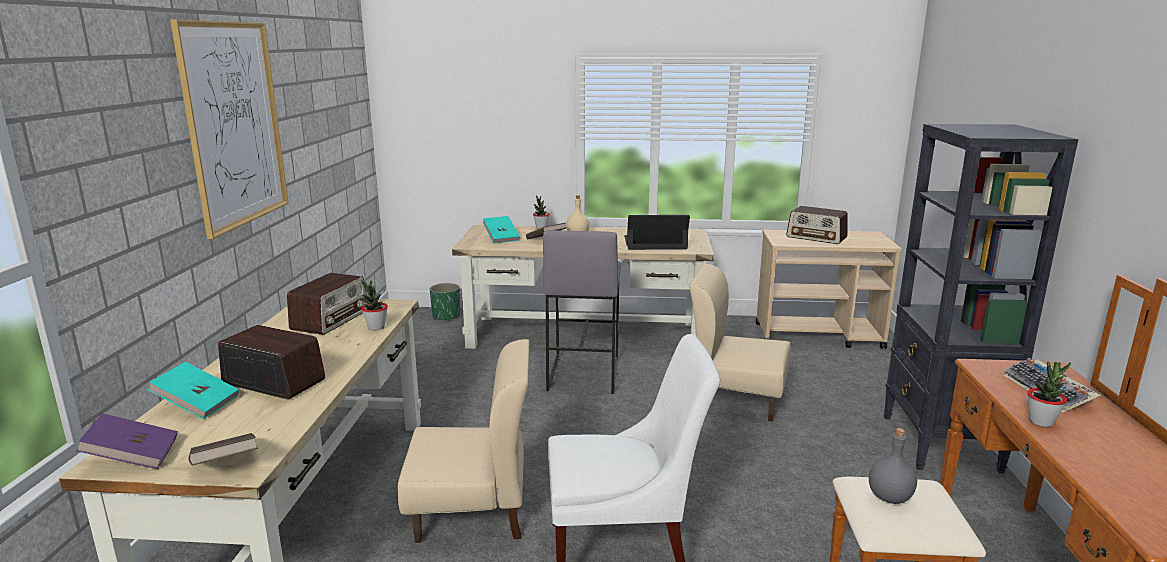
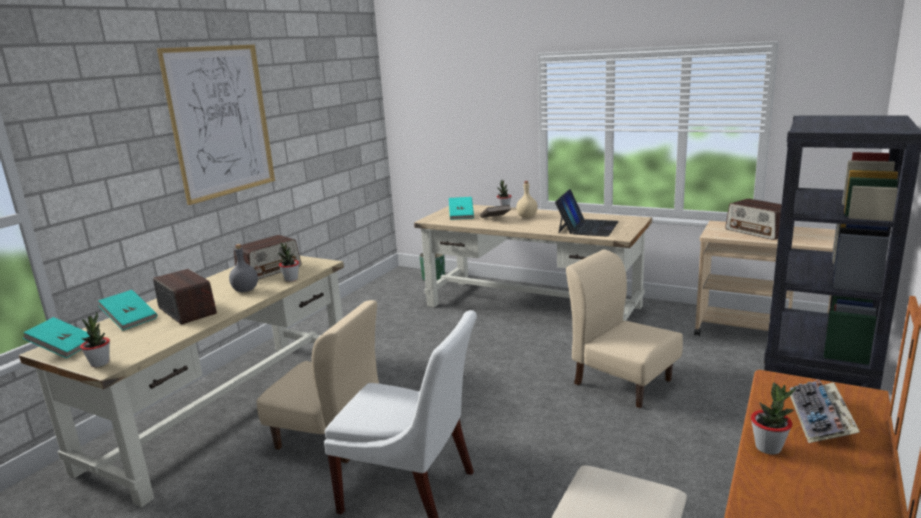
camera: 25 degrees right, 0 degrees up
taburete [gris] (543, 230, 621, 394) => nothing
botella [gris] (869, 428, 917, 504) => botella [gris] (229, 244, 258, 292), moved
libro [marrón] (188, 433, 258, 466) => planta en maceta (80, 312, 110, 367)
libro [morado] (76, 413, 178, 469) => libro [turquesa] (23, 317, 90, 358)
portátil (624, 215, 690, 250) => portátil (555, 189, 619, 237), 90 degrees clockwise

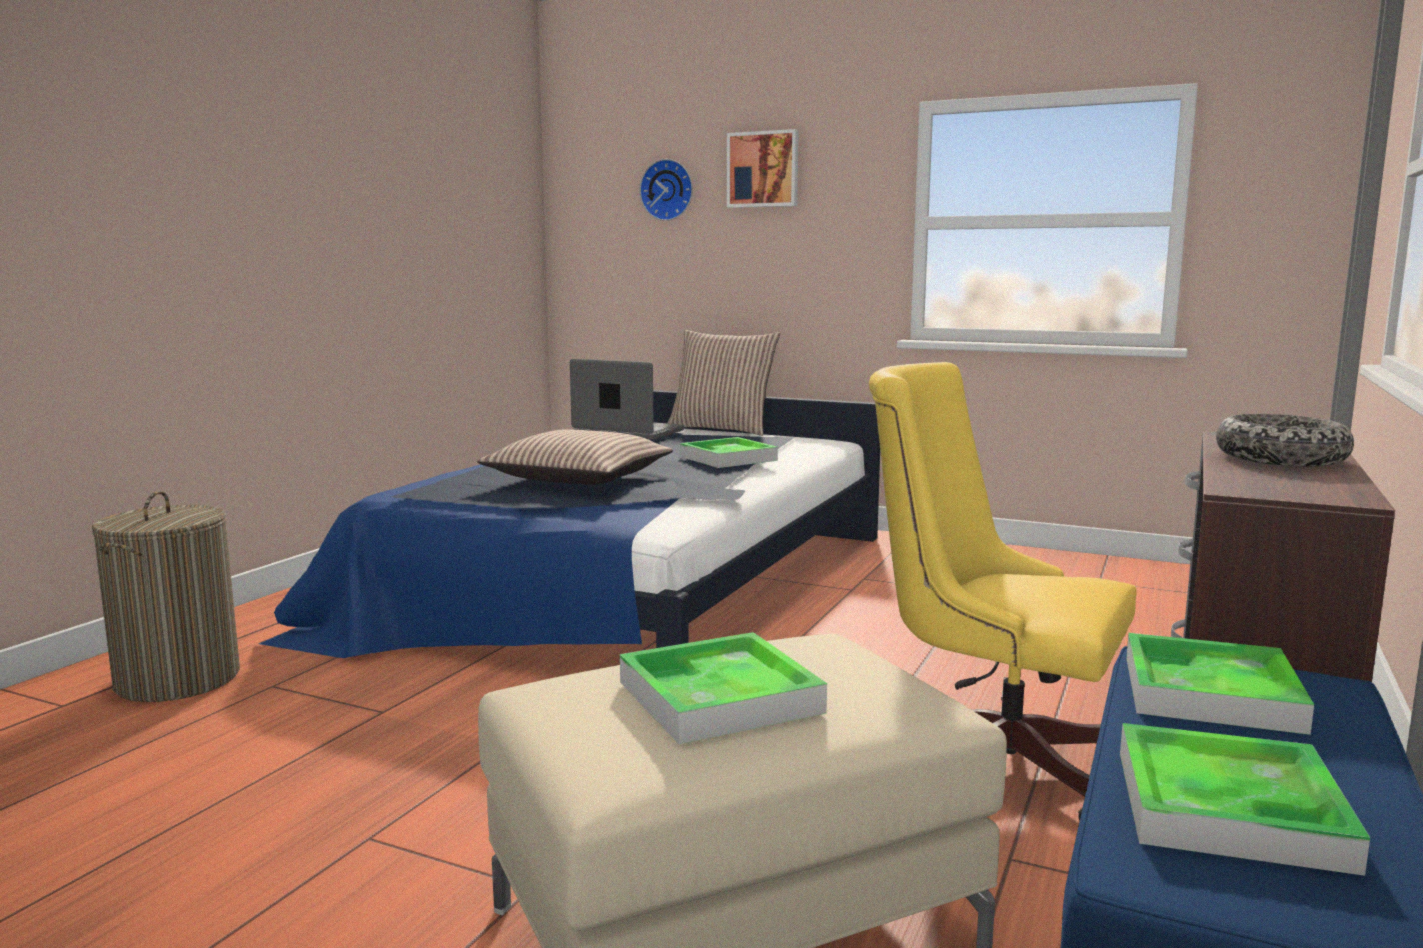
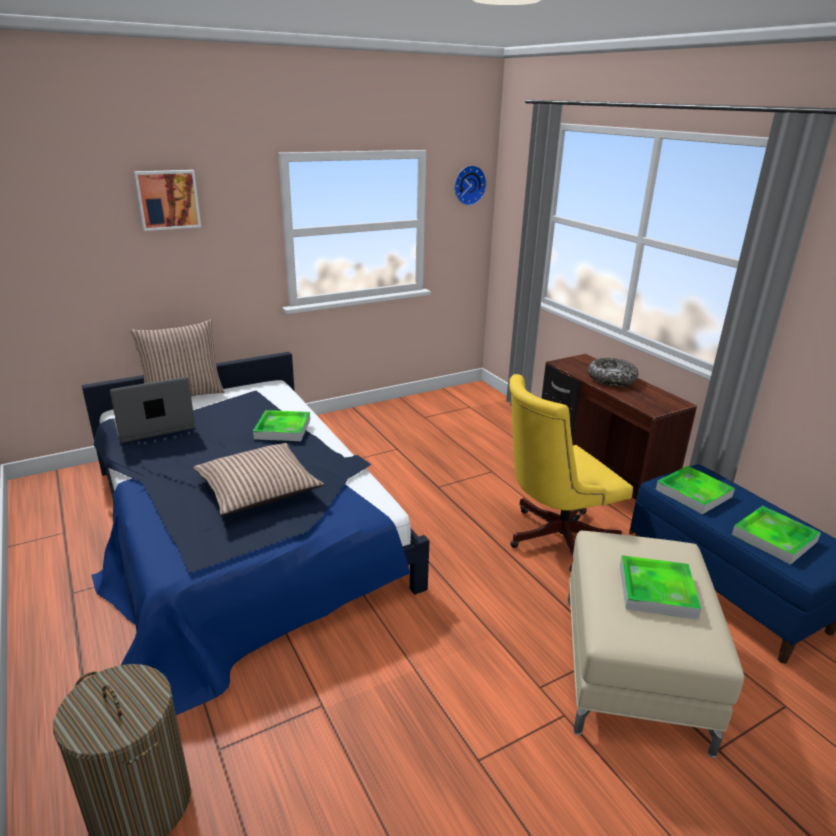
camera: 55 degrees left, 15 degrees up
reloj de pared (639, 159, 693, 221) => reloj de pared (454, 165, 487, 206), moved

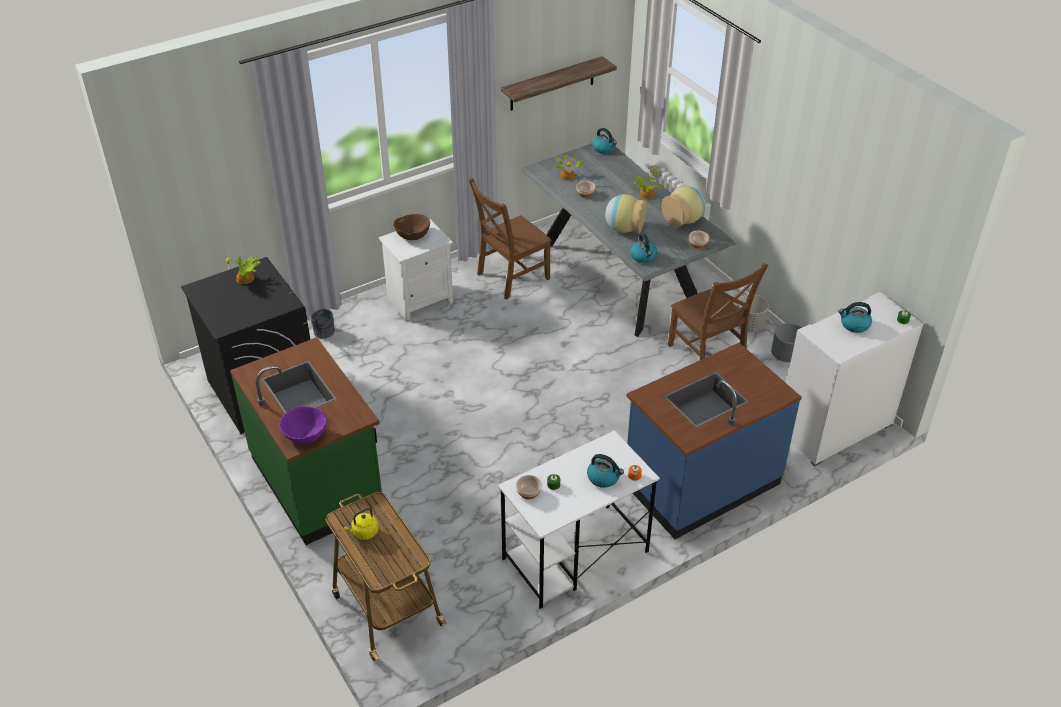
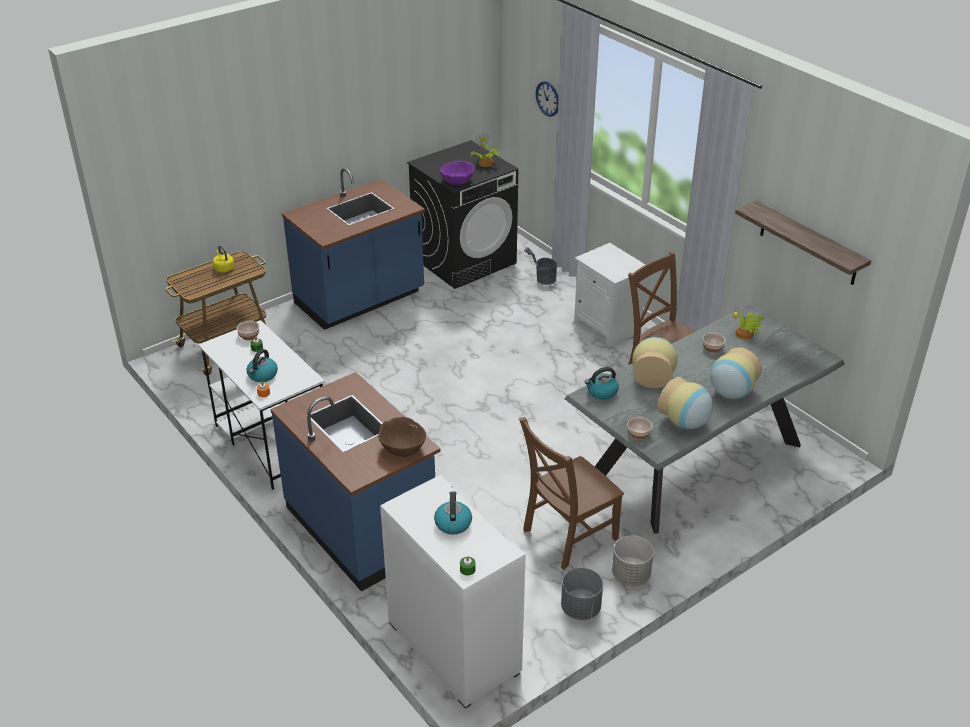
camera: 85 degrees right, 5 degrees down
hervidor (592, 128, 616, 154) => nothing
nothing => reloj de pared (536, 81, 558, 117)
cuenco [morado] (279, 406, 327, 445) => cuenco [morado] (440, 161, 474, 185), moved
cuenco [marrón] (393, 214, 430, 240) => cuenco [marrón] (378, 417, 426, 457), moved
planta en maceta (633, 164, 663, 199) => florero (710, 347, 762, 399)
mueble bajo de cocina [verde] (230, 337, 382, 545) => mueble bajo de cocina [azul] (282, 168, 425, 330)

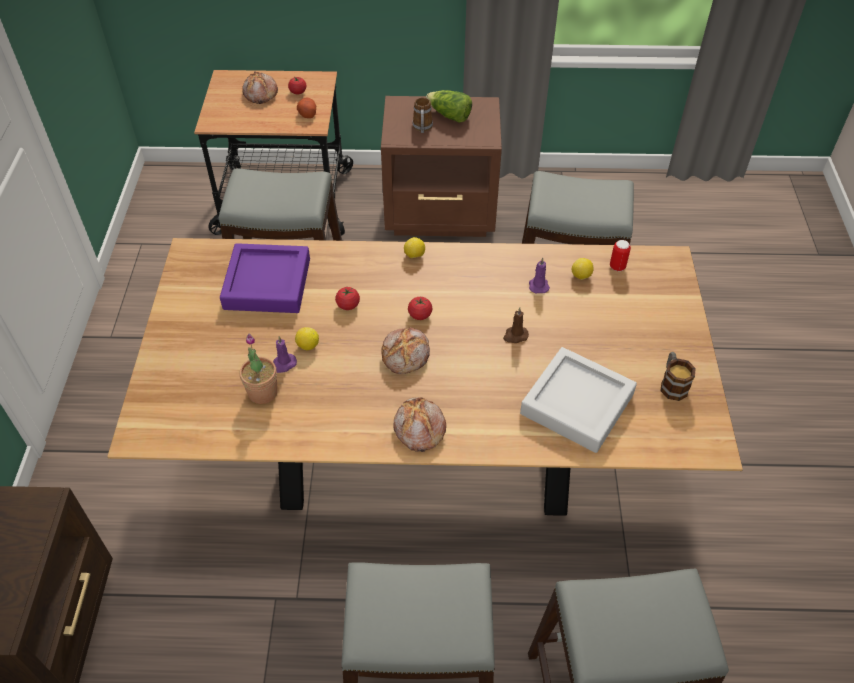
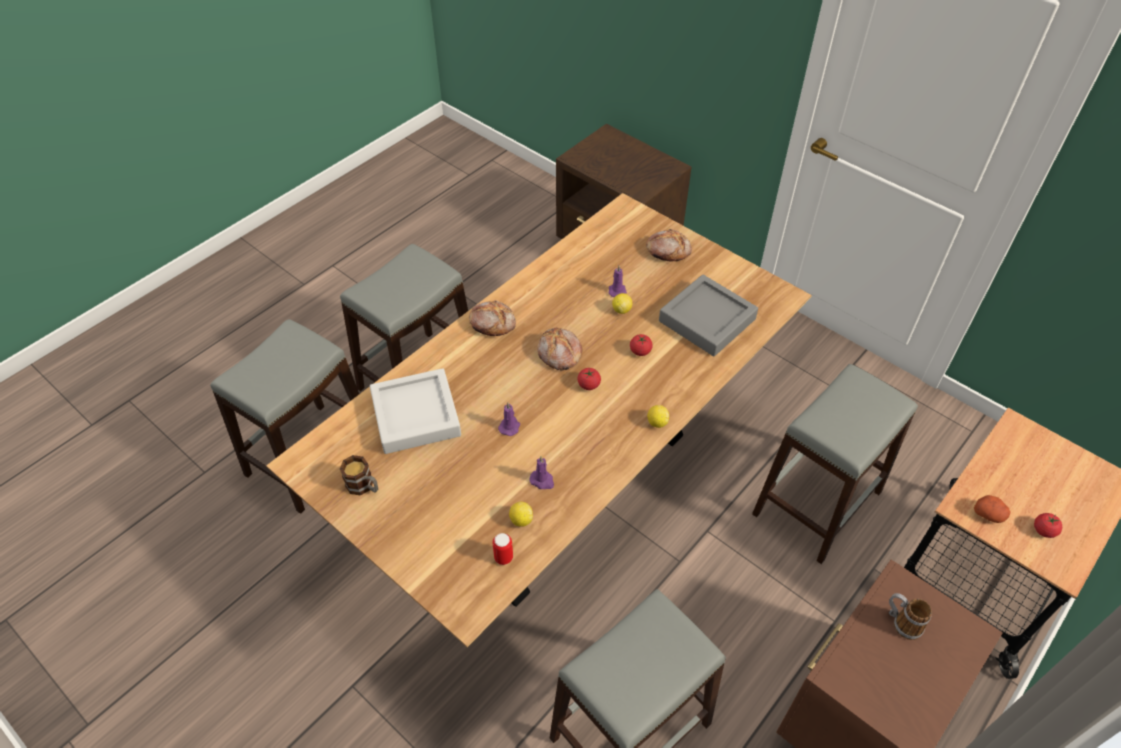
camera: 130 degrees right, 0 degrees up
planta en maceta (240, 334, 278, 404) => nothing
lechuga (426, 90, 472, 123) => nothing
pan (242, 71, 278, 104) => pan (646, 229, 692, 262), moved
bandeja [morado] (220, 243, 310, 313) => bandeja [gris] (659, 275, 758, 356)
vela [marrón] (503, 307, 529, 343) => vela [morado] (498, 403, 520, 436)

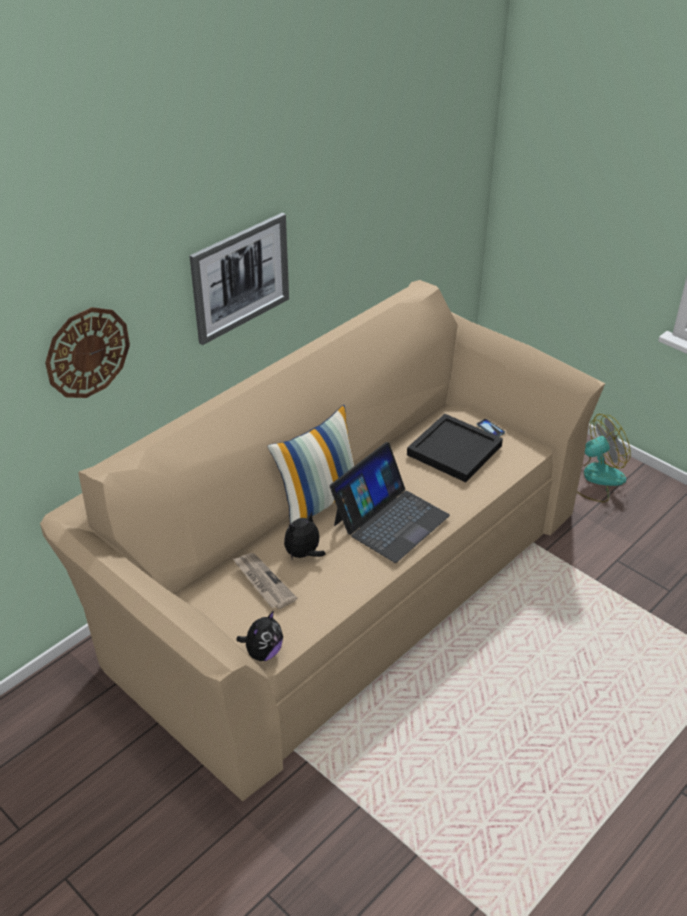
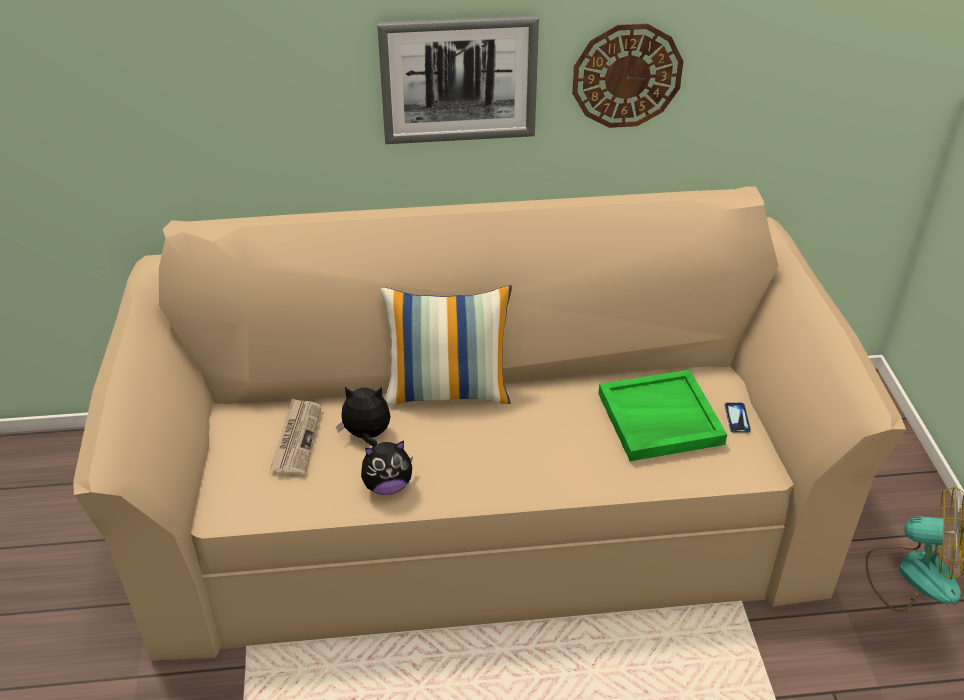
camera: 40 degrees right, 0 degrees up
portátil (330, 442, 450, 563) => nothing
reloj de pared (45, 307, 130, 398) => reloj de pared (572, 23, 684, 128), moved
peluche (236, 610, 283, 661) => peluche (361, 440, 413, 495), moved
bandeja [negro] (407, 414, 503, 482) => bandeja [verde] (598, 370, 727, 461)

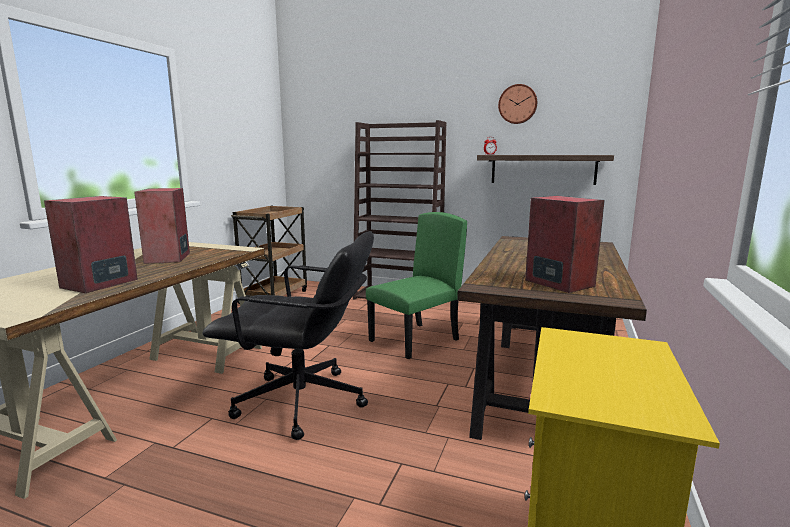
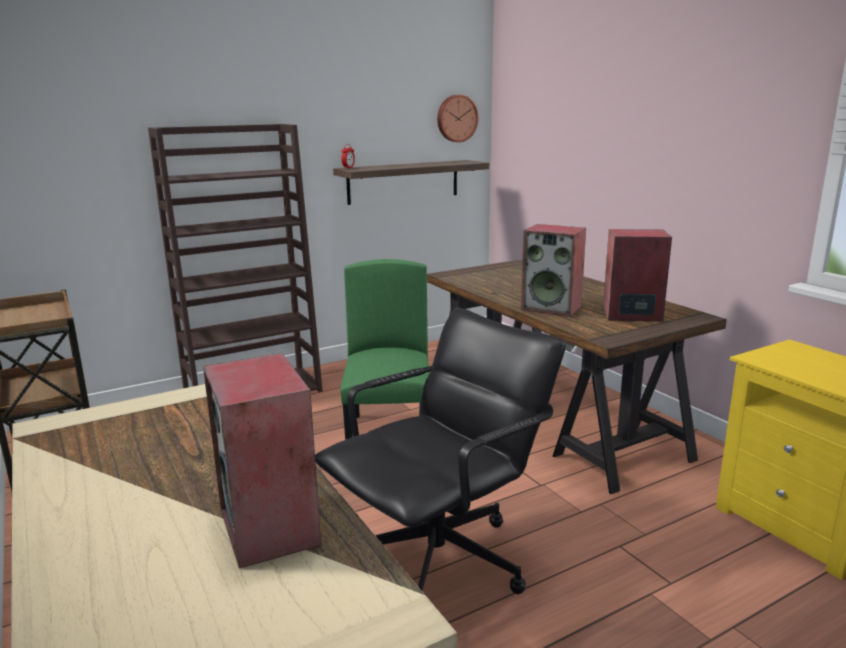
camera: 50 degrees left, 5 degrees up
altavoz (134, 188, 190, 264) => altavoz (521, 224, 586, 317), moved
reloj de pared (498, 84, 537, 124) => reloj de pared (437, 95, 478, 142), moved

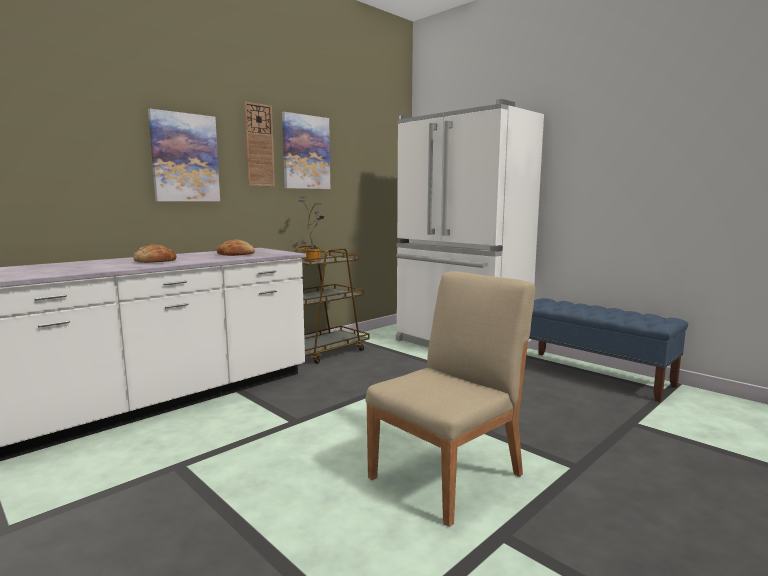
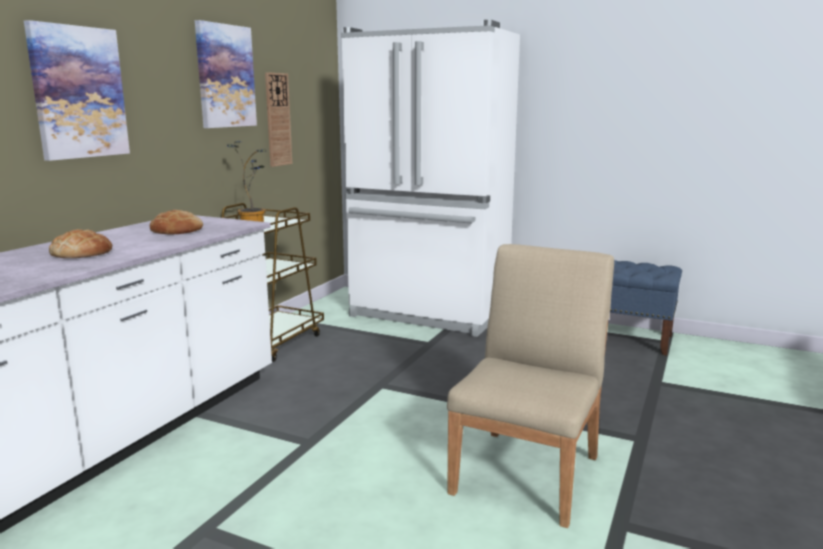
camera: 20 degrees left, 5 degrees up
reloj de pared (244, 102, 275, 186) => reloj de pared (265, 72, 292, 167), moved

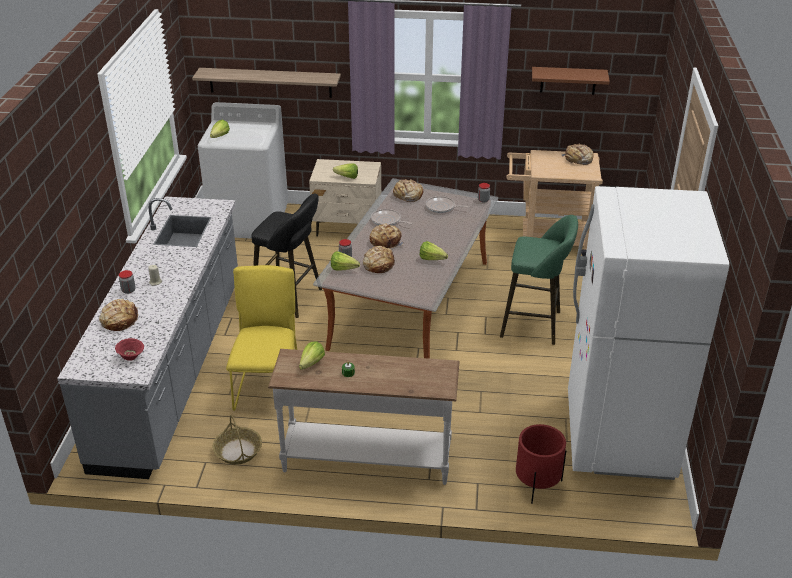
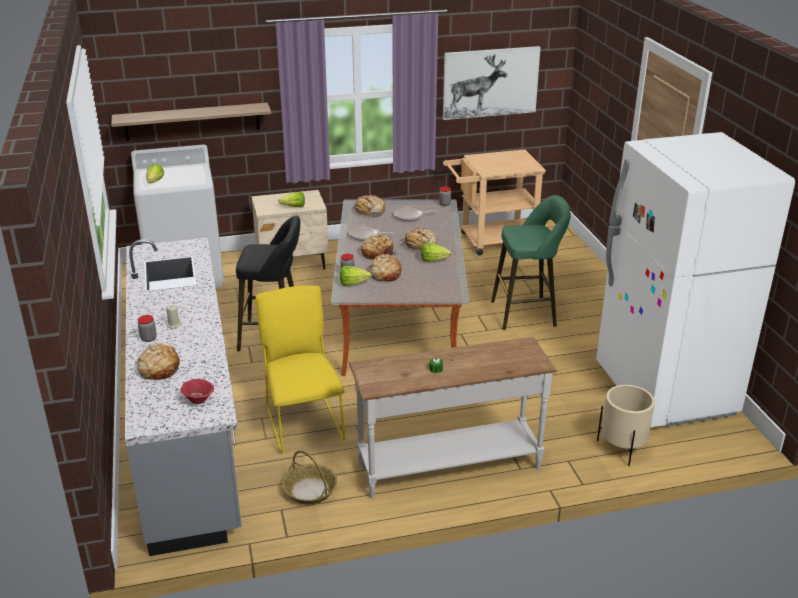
camera: 20 degrees left, 5 degrees down
lechuga (299, 341, 325, 370) => nothing
pan (561, 144, 594, 165) => pan (400, 227, 437, 251), moved
estante [marrón] (532, 67, 610, 95) => cuadro (443, 46, 541, 120)
maceta [rojo] (516, 424, 566, 504) => maceta [beis] (597, 385, 655, 466)

